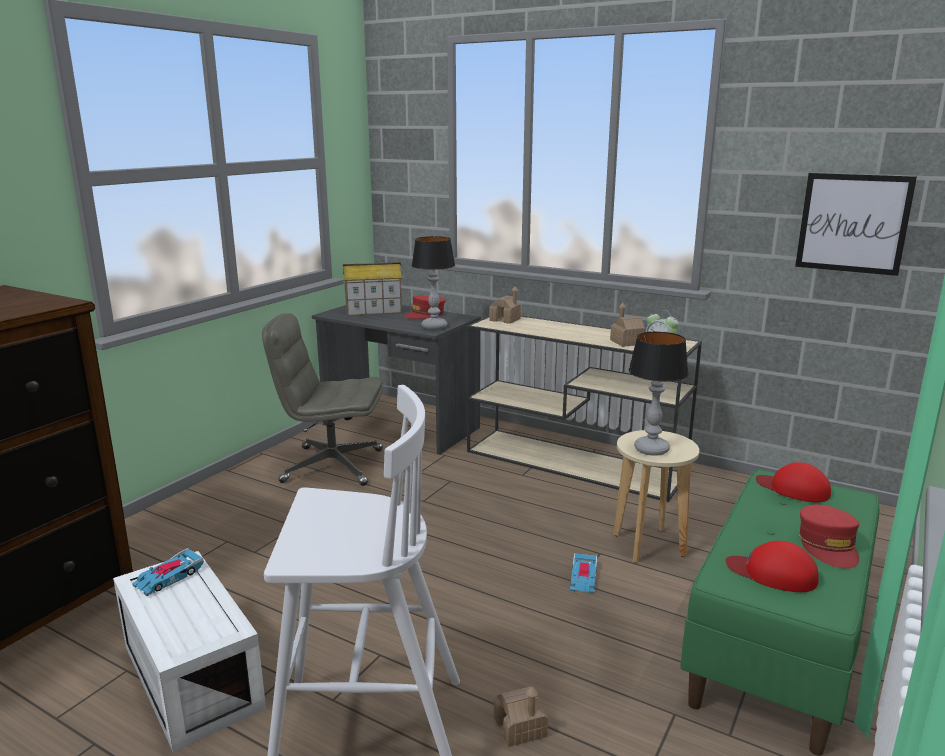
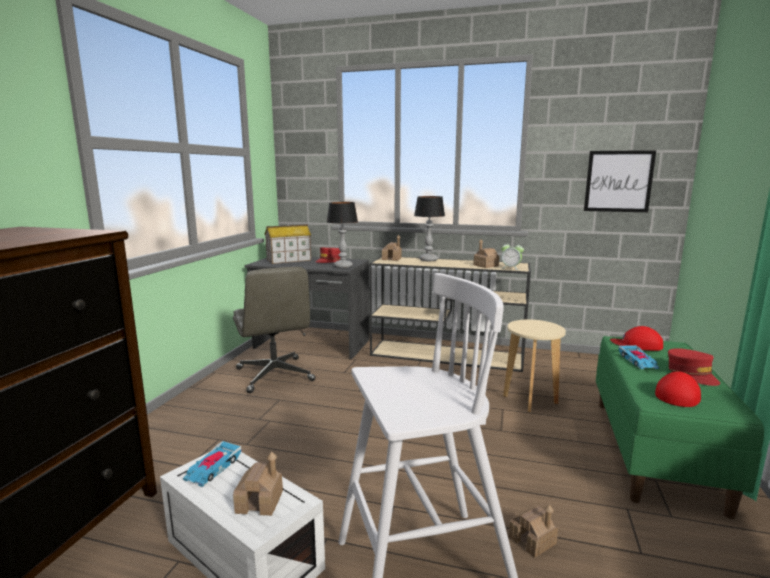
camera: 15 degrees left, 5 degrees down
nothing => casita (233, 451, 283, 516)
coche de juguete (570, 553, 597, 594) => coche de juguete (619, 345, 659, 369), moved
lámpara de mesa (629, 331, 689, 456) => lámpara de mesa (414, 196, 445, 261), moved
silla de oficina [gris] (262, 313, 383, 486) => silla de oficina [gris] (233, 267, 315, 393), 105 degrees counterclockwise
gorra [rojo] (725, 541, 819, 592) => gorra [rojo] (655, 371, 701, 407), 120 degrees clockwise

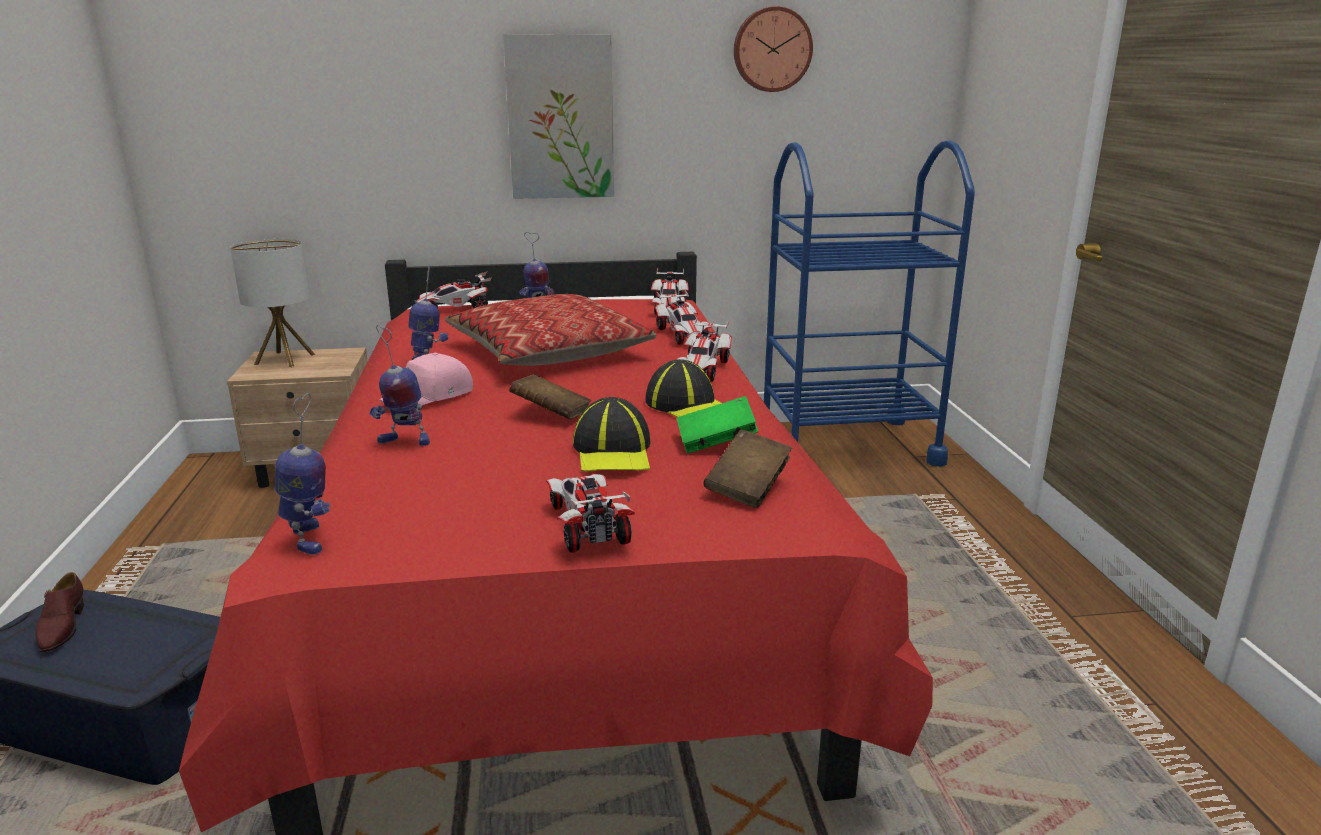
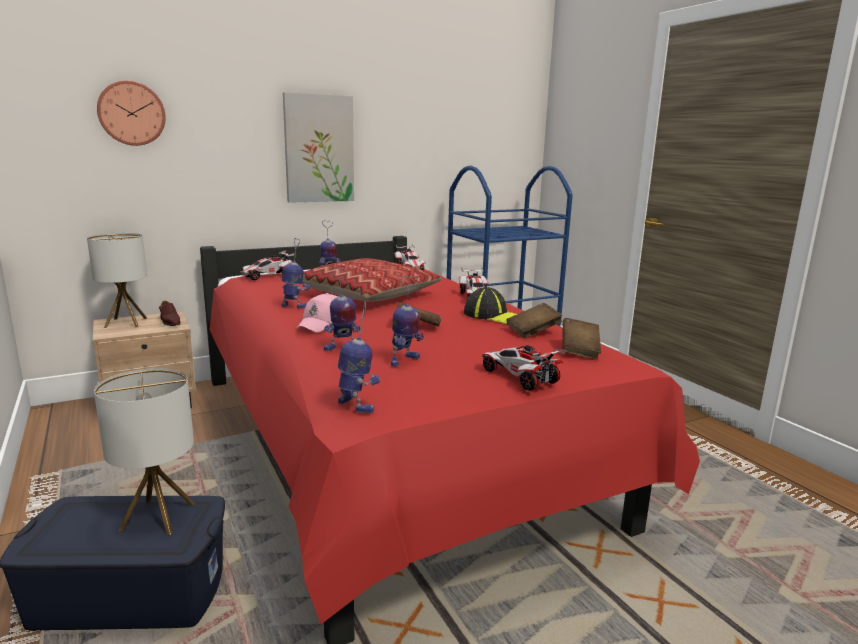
camera: 20 degrees left, 5 degrees down
gorra (573, 397, 650, 471) => nothing
coche de juguete (655, 290, 711, 345) => nothing
nothing => lámpara de mesa (94, 368, 196, 535)
nothing => robot de juguete (391, 276, 424, 366)
zapato [marrón] (35, 572, 84, 653) => zapato [marrón] (159, 301, 180, 326), moved
reloj de pared (734, 6, 813, 92) => reloj de pared (97, 80, 166, 146), moved
libro [verde] (677, 396, 758, 453) => libro [marrón] (507, 303, 562, 338)

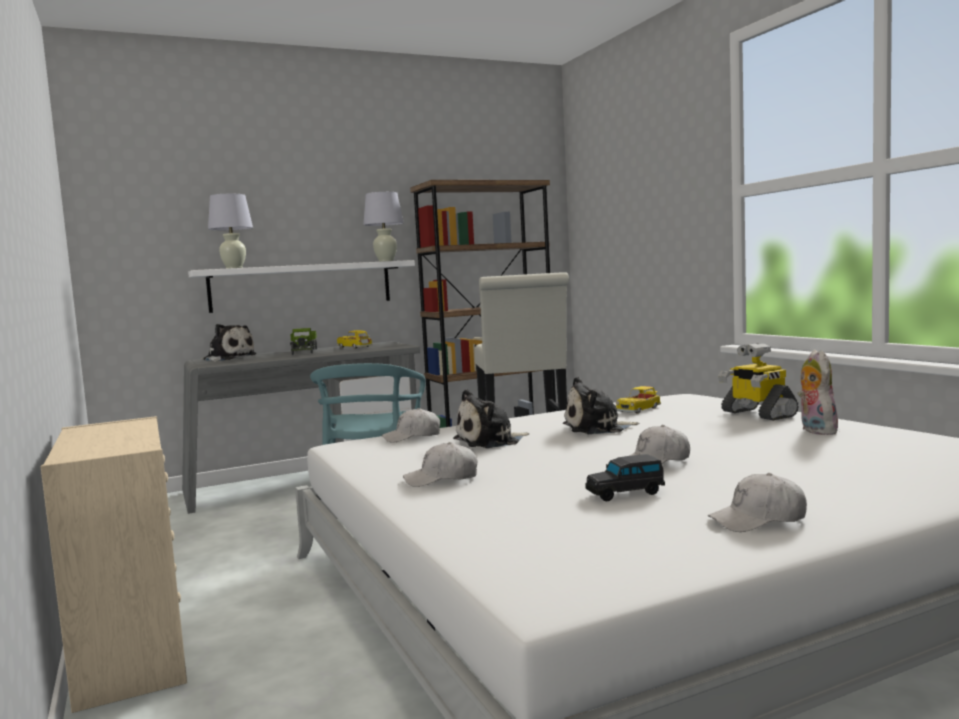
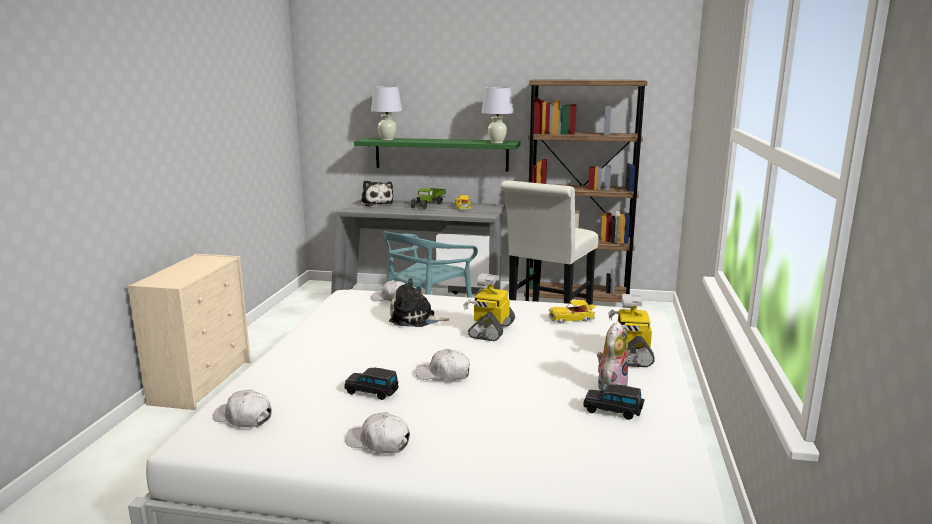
camera: 35 degrees right, 10 degrees up
nothing => coche de juguete [negro] (583, 384, 645, 420)
gorra [blanco] (403, 442, 477, 487) => gorra [blanco] (213, 389, 272, 427), moved
peluche (563, 377, 639, 434) => robot de juguete (463, 273, 515, 341)
estante [blanco] (188, 260, 415, 313) => estante [verde] (354, 138, 521, 171)

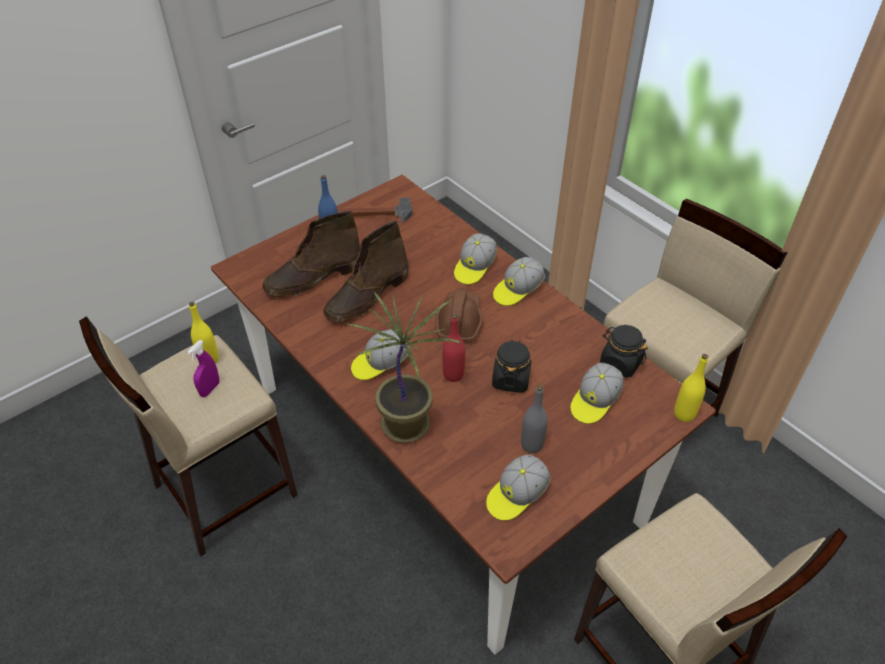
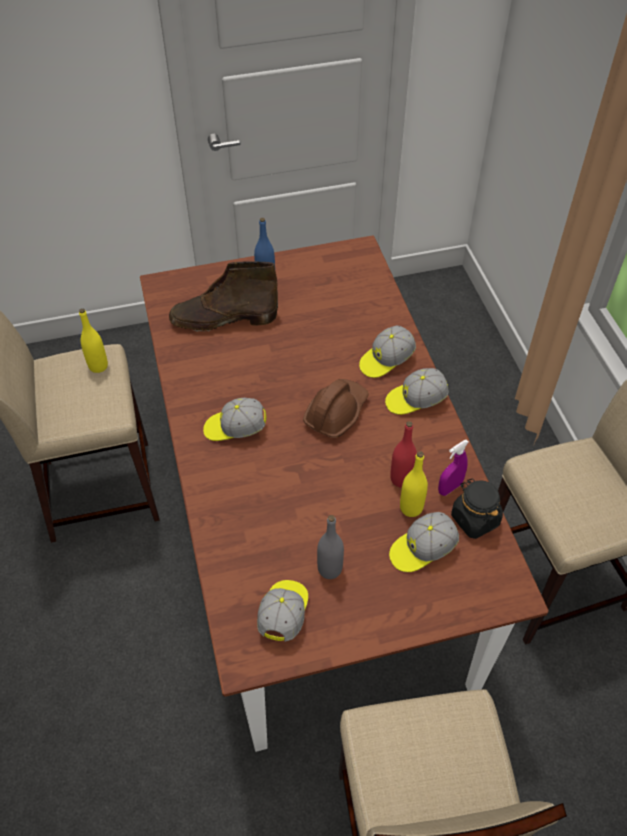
camera: 25 degrees right, 5 degrees up
bota [marrón] (324, 221, 408, 323) => nothing
martillo (337, 198, 412, 223) => nothing
planta en maceta (347, 292, 461, 443) => nothing
tarro [negro] (492, 339, 531, 393) => nothing
pulverizador [morado] (187, 340, 220, 397) => pulverizador [morado] (438, 440, 469, 496), moved
botella [rojo] (443, 314, 465, 382) => botella [rojo] (390, 421, 417, 488), moved
botella [amarillo] (674, 354, 708, 422) => botella [amarillo] (400, 451, 428, 517), moved
gorra (486, 455, 551, 521) => gorra (257, 580, 308, 641), 120 degrees clockwise

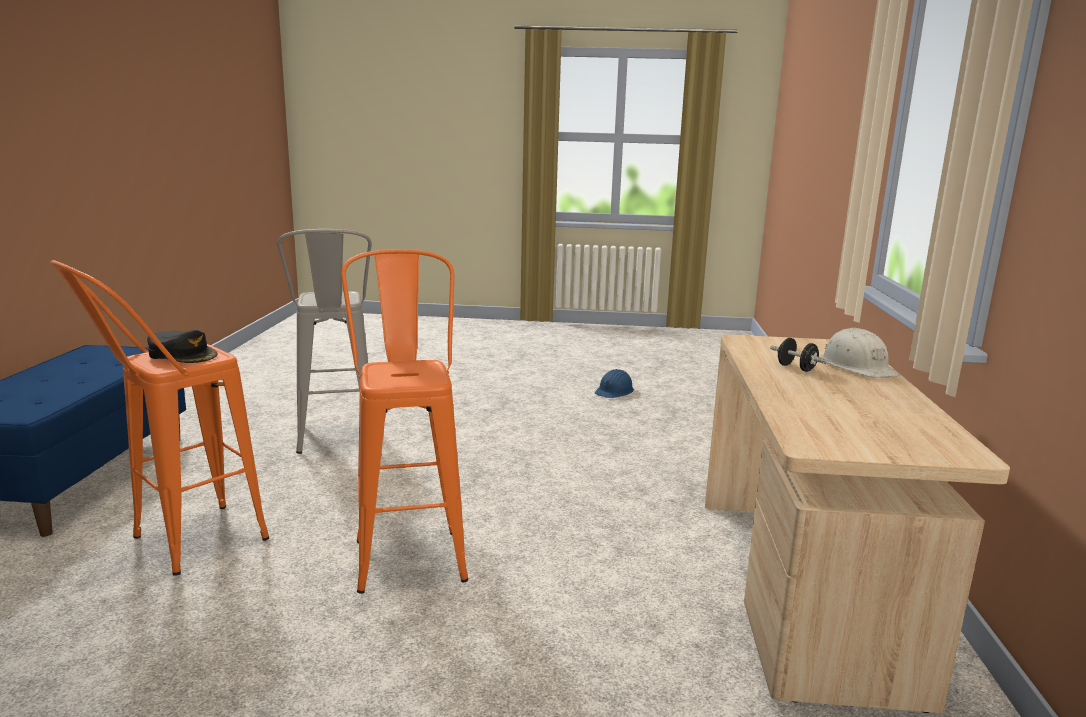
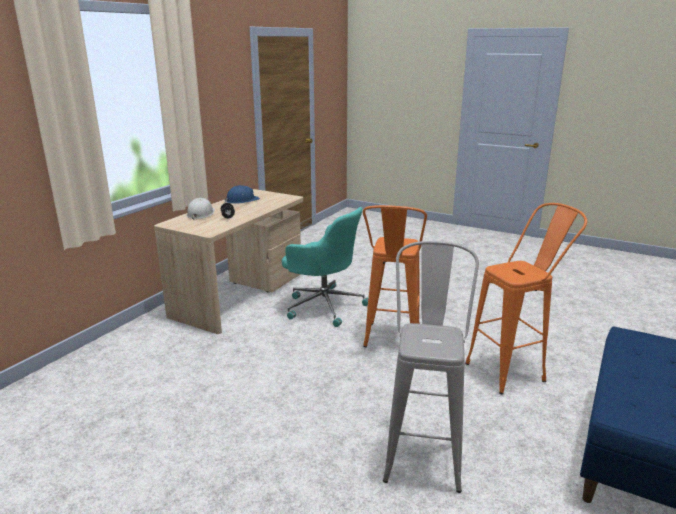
camera: 155 degrees left, 5 degrees up
gorra [negro] (147, 330, 218, 363) => nothing
nothing => silla de oficina [turquesa] (282, 207, 368, 327)
casco [azul] (595, 369, 634, 398) => casco [azul] (225, 185, 260, 204), moved

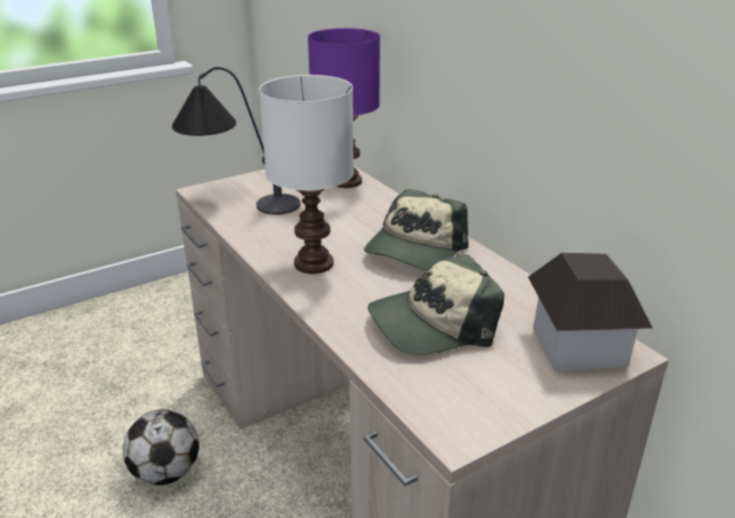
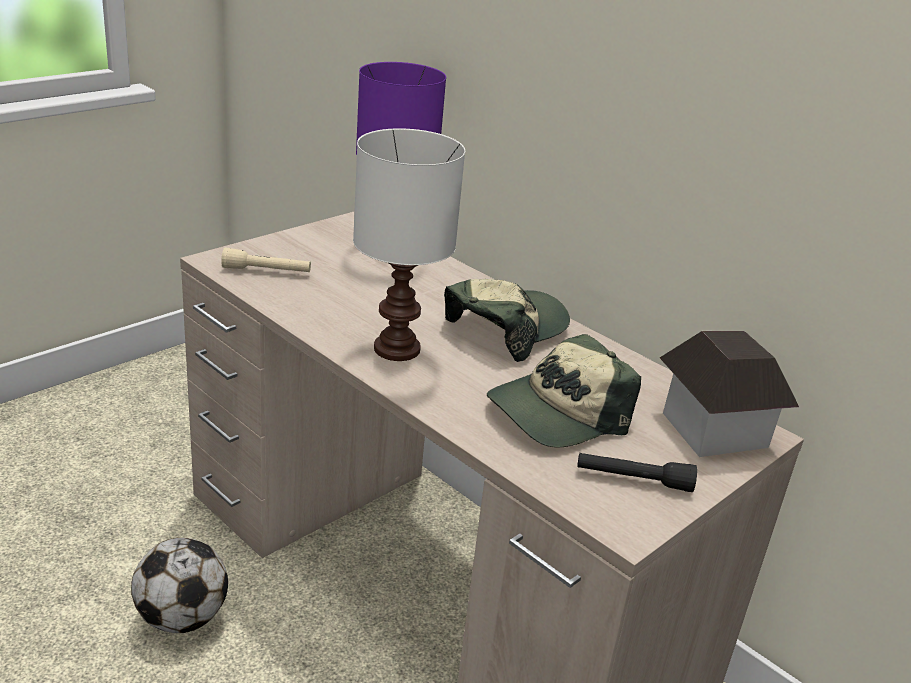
camera: 15 degrees left, 0 degrees up
nothing => linterna [negro] (577, 453, 697, 492)
lámpara de mesa (172, 67, 300, 215) => linterna [beis] (221, 248, 311, 272)
gorra (364, 189, 469, 271) => gorra (444, 279, 570, 362), 150 degrees counterclockwise

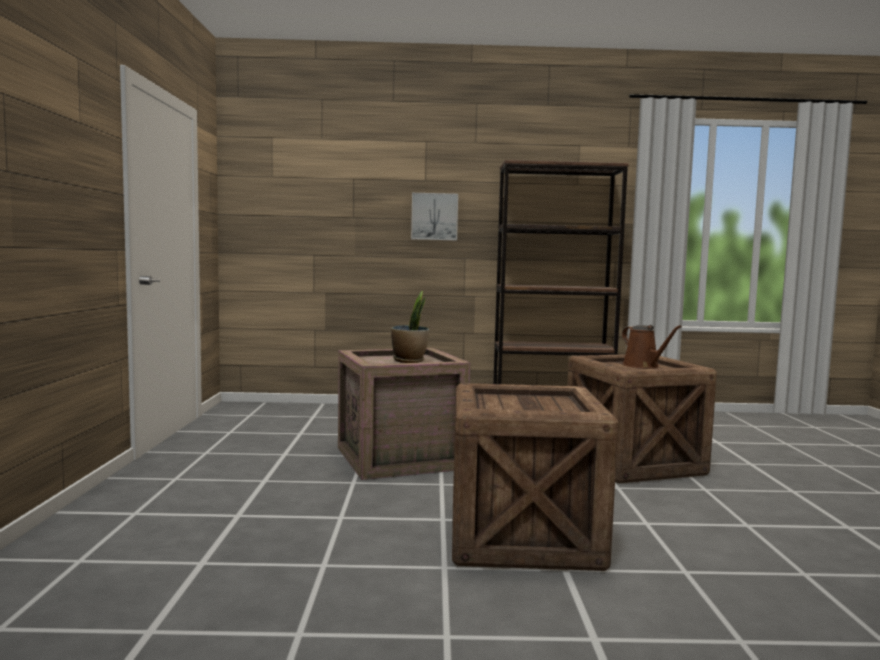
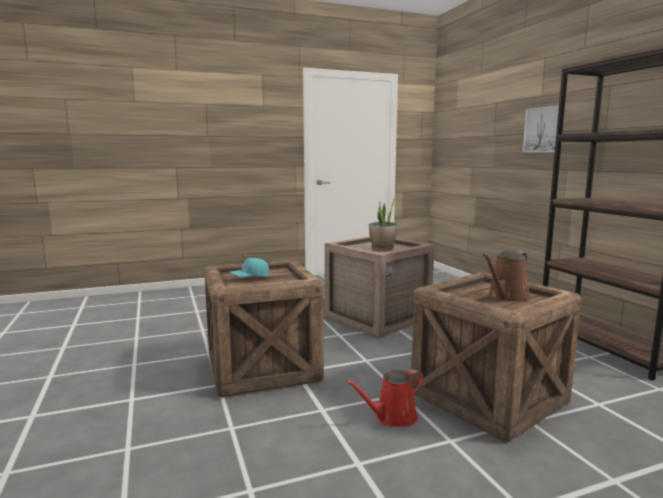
camera: 70 degrees right, 5 degrees up
nothing => gorra [turquesa] (230, 258, 269, 277)
nothing => regadera [rojo] (346, 370, 424, 427)

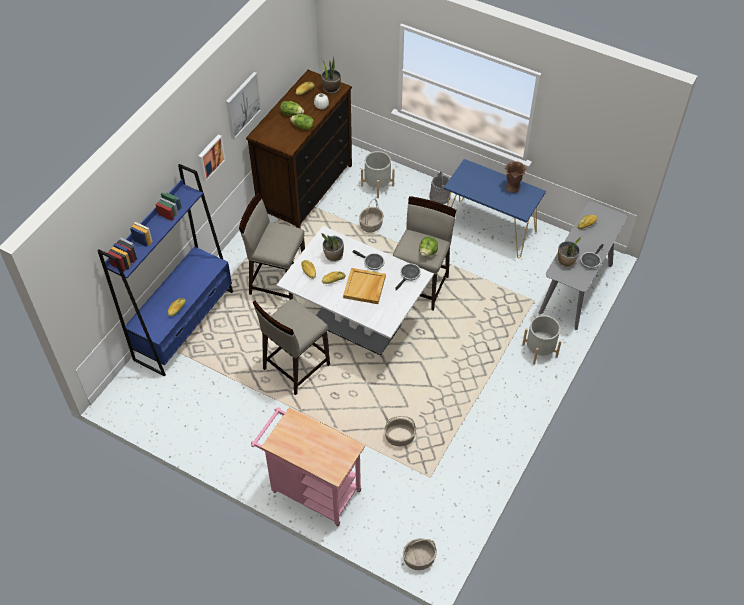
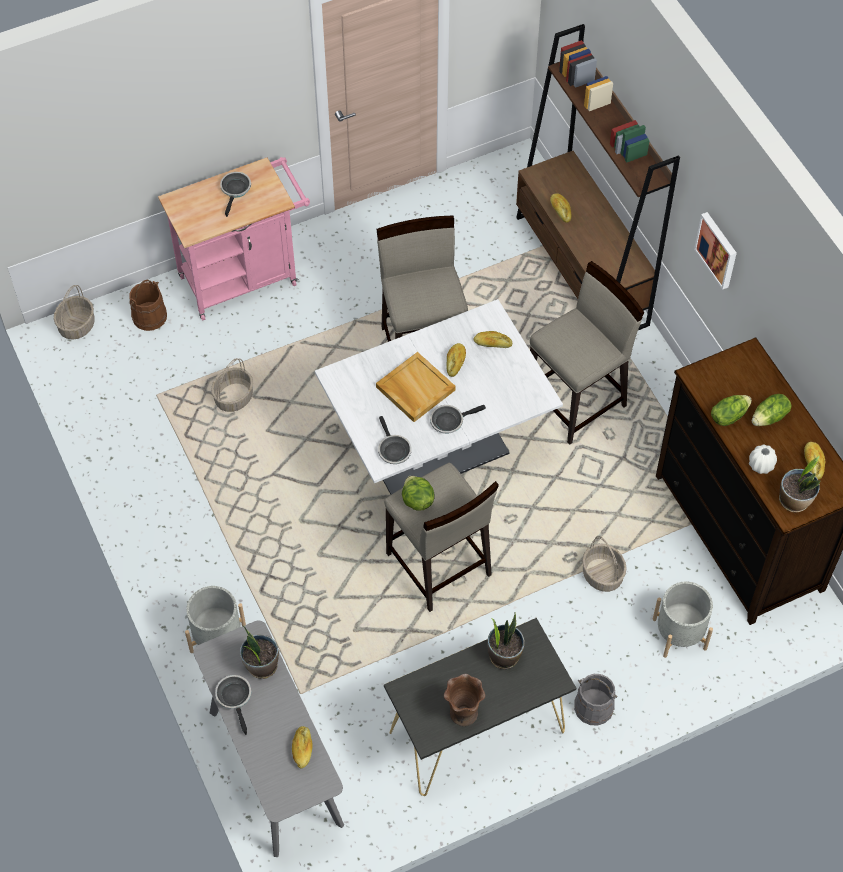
camera: 125 degrees right, 5 degrees up
cuadro (226, 72, 261, 140) => nothing
nothing => cubo [marrón] (129, 280, 167, 331)
nothing => sartén (220, 172, 251, 217)
planta en maceta (322, 233, 344, 262) => planta en maceta (487, 612, 525, 669), moved
estantería [azul] (98, 164, 233, 377) => estantería [marrón] (516, 24, 680, 330)
mesa consola [azul] (444, 159, 546, 258) => mesa consola [negro] (384, 618, 576, 796)

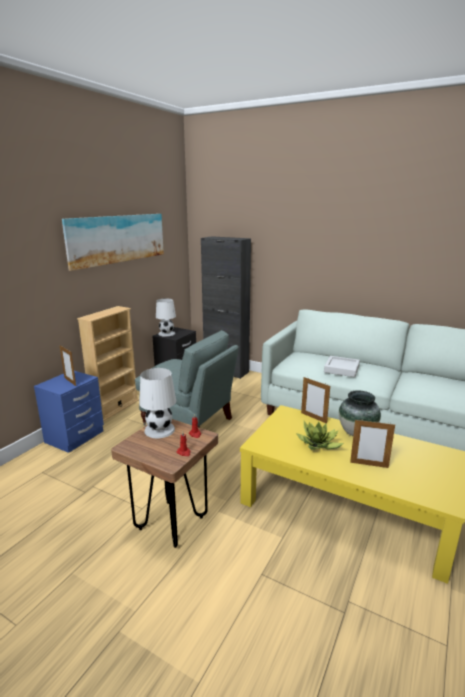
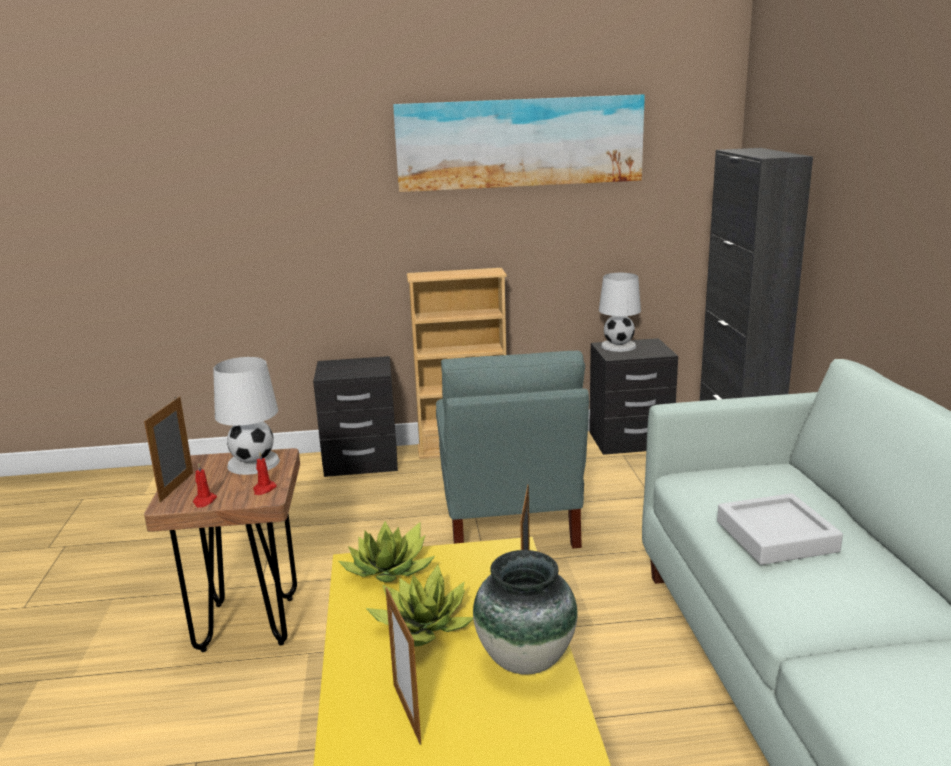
camera: 55 degrees right, 0 degrees up
nothing => planta en maceta (338, 521, 435, 582)
portarretratos (60, 345, 76, 386) => portarretratos (144, 396, 193, 502), moved
mesita de noche [azul] (34, 371, 104, 453) => mesita de noche [negro] (313, 356, 398, 477)

